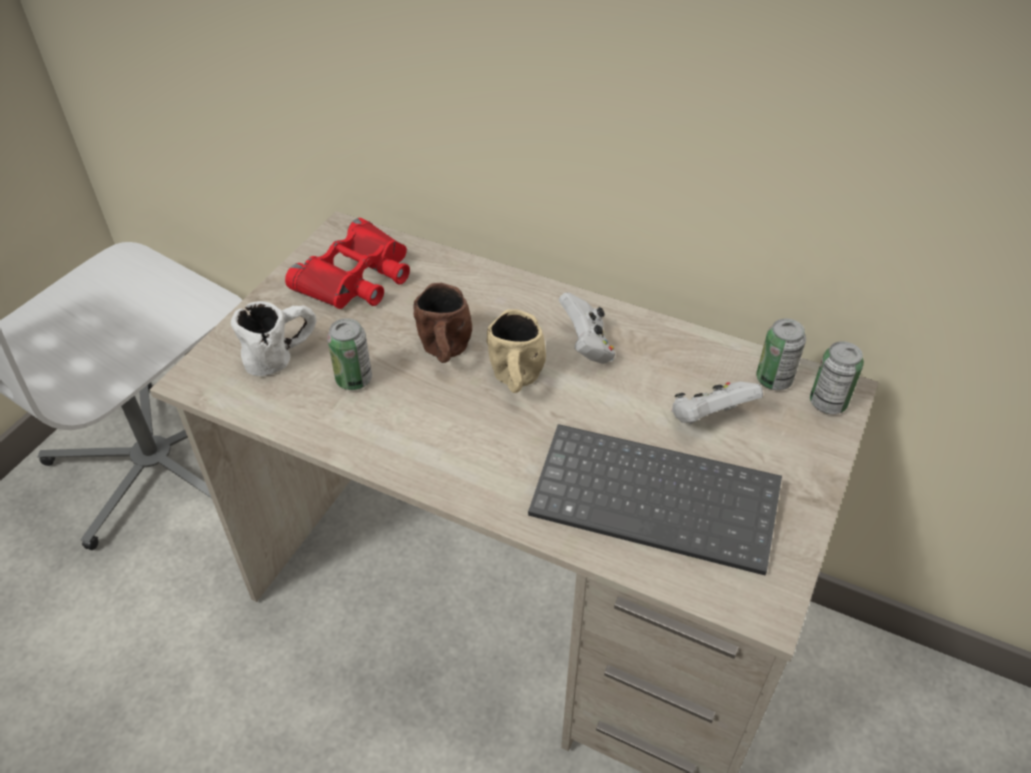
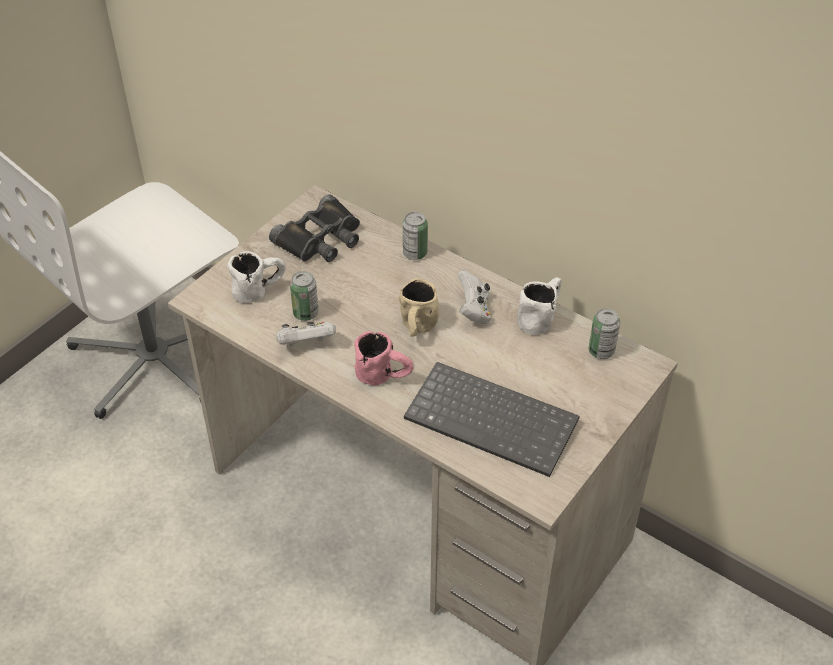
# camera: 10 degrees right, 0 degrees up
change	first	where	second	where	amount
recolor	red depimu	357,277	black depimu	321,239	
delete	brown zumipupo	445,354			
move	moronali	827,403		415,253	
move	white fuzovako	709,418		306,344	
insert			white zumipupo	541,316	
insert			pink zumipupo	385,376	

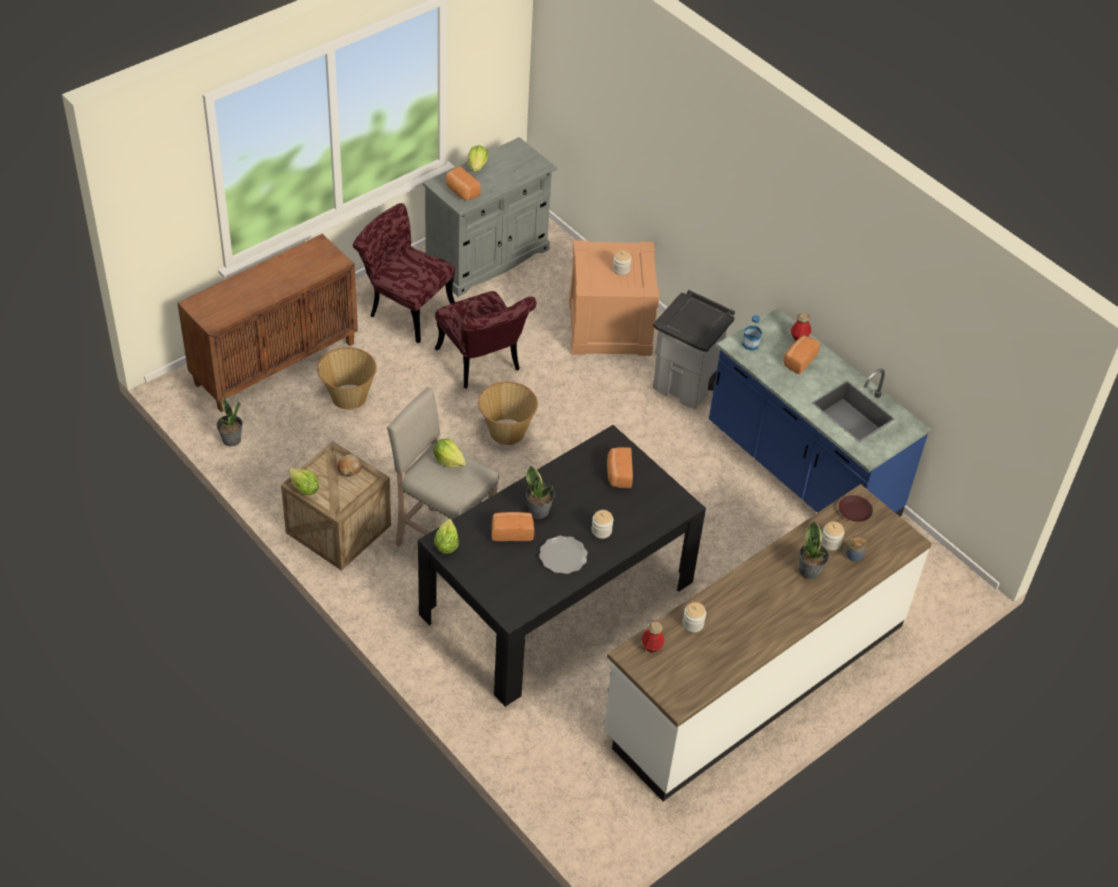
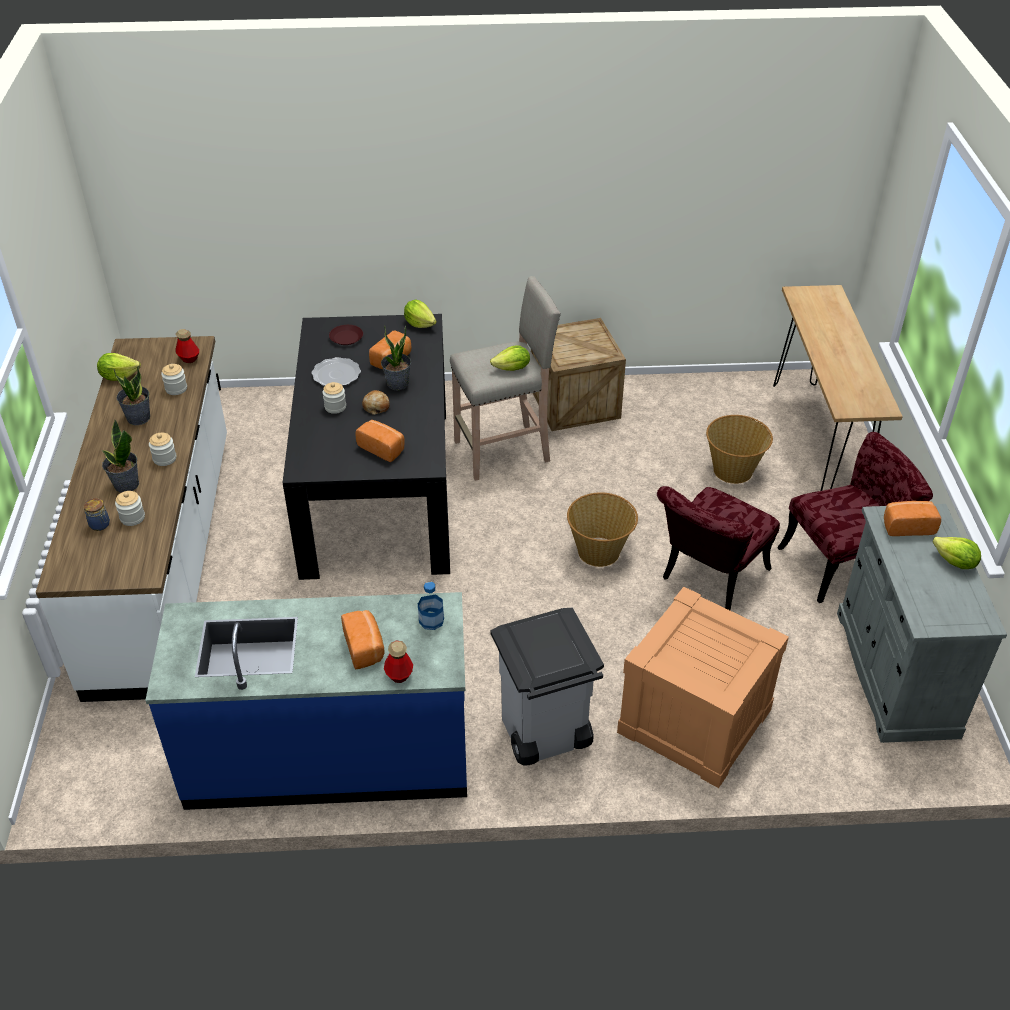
# camera: 130 degrees right, 5 degrees down
change	first	where	second	where	amount
replace	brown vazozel	275,362	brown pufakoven	816,445	
move	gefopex	621,269		164,458	
rotate	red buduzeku	482,365		709,580	60 degrees counterclockwise
move	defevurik	231,440		138,418	
move	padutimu	349,468		376,406	
move	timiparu	304,489		119,376	
move	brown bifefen	854,511		346,338	

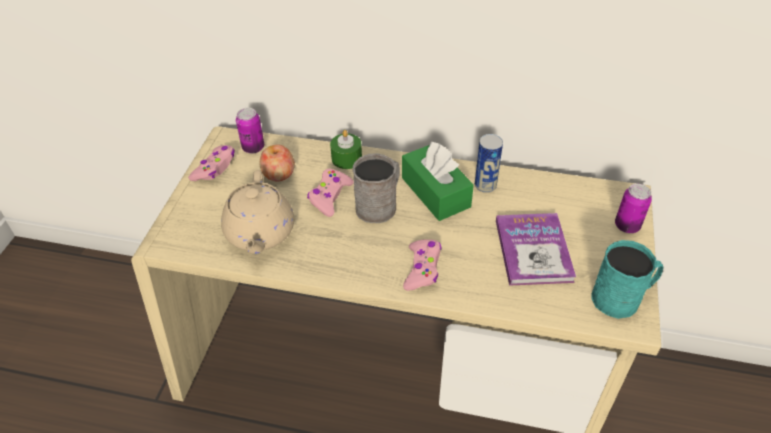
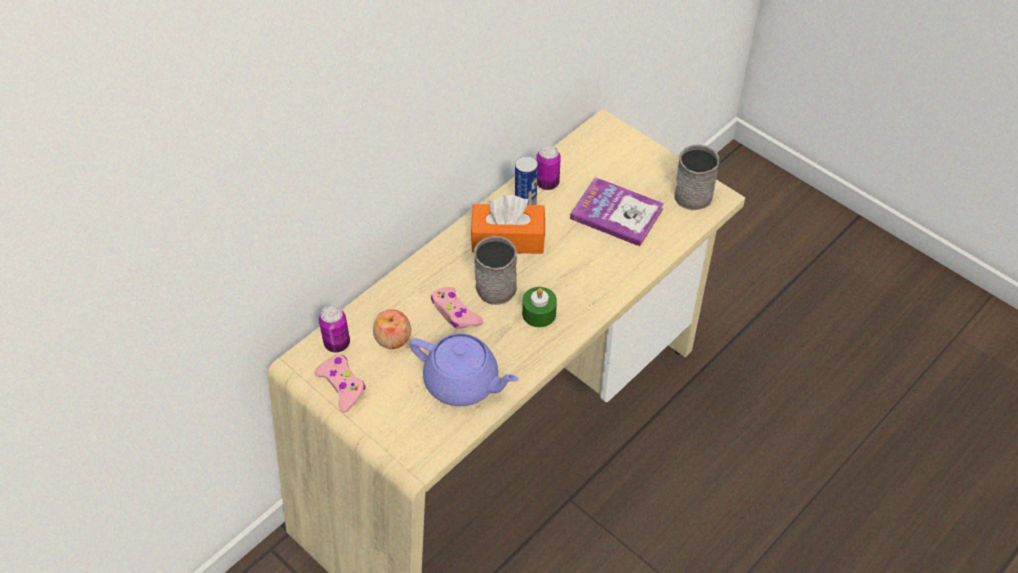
# camera: 60 degrees left, 5 degrees up
change	first	where	second	where	amount
move	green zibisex	346,158		539,313	
recolor	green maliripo	435,192	orange maliripo	508,239	
recolor	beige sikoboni	260,233	purple sikoboni	463,383	
move	moronali	627,226		547,183	
delete	pink fuzovako	422,269			
recolor	turquoise zumipupo	622,297	grey zumipupo	694,191	

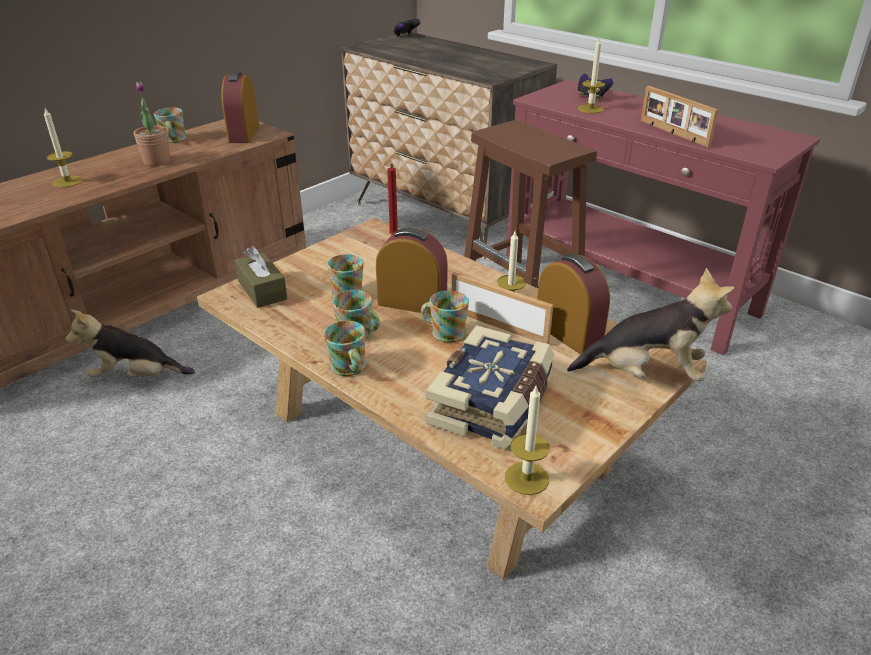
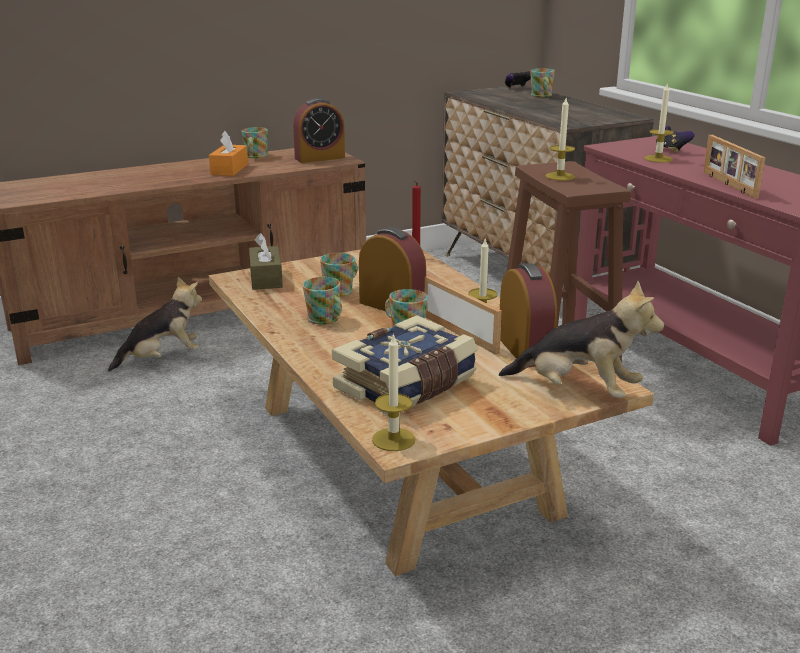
# camera: 20 degrees right, 10 degrees down
change	first	where	second	where	amount
rotate	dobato	244,134		319,158	135 degrees counterclockwise
replace	defevurik	157,161	orange maliripo	229,169	
move	zibisex	67,181		560,176	
rotate	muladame	136,376		162,359	135 degrees clockwise
move	zumipupo	349,369		541,96	

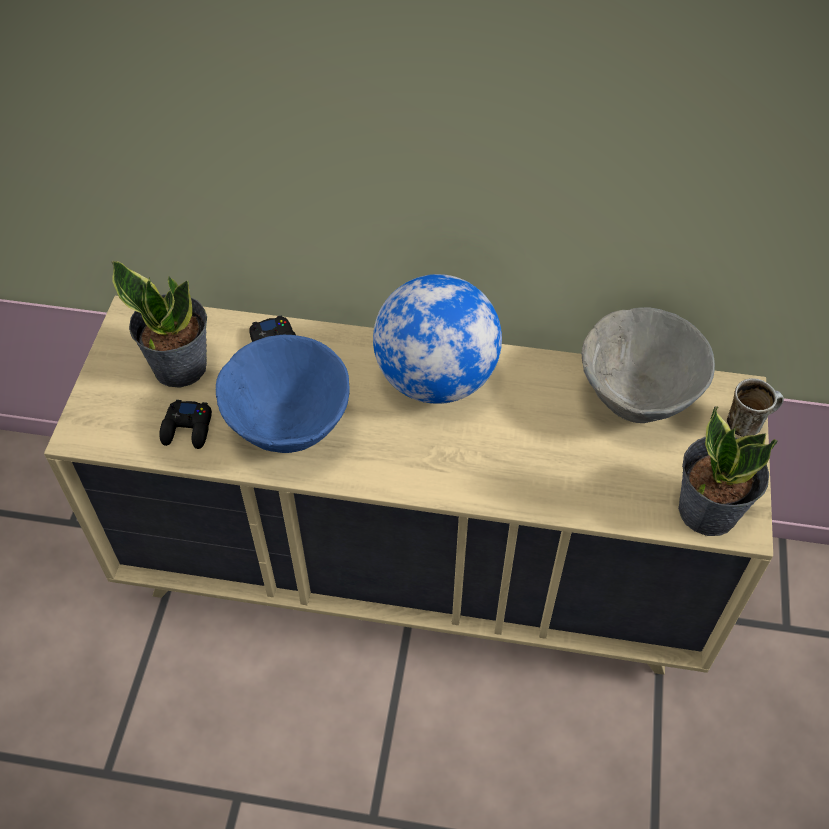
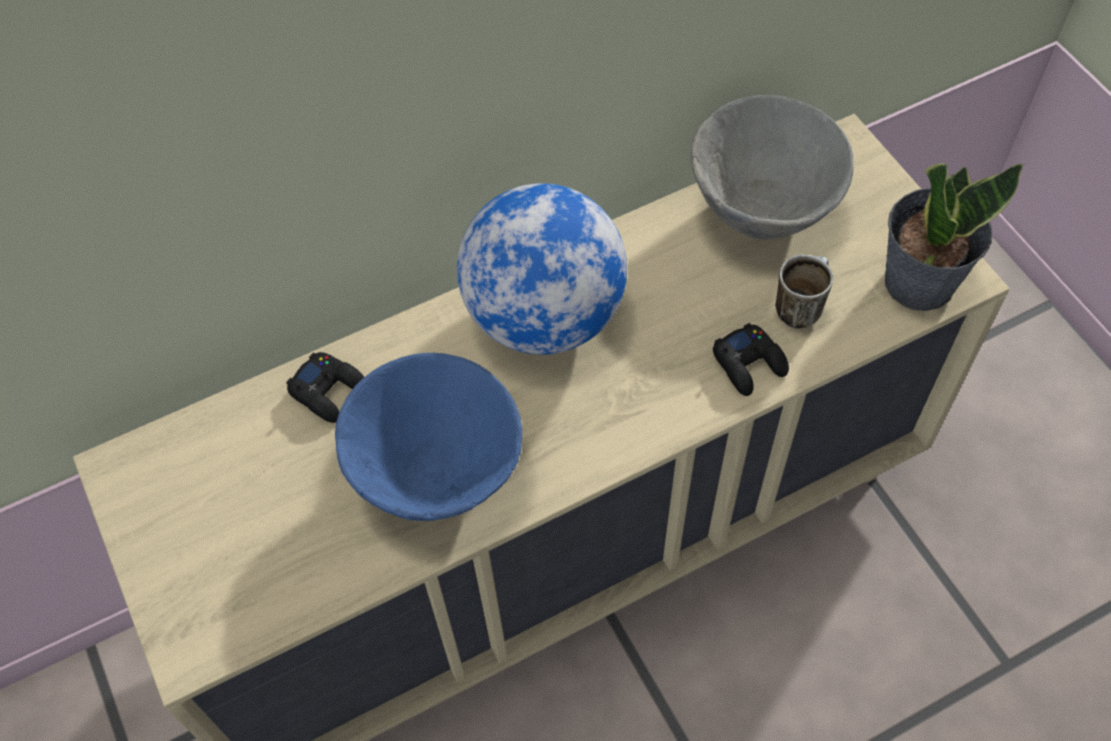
# camera: 35 degrees left, 5 degrees up
change	first	where	second	where	amount
delete	defevurik	180,365			
move	zumipupo	748,422		799,306	
move	black fuzovako	188,429		749,364	

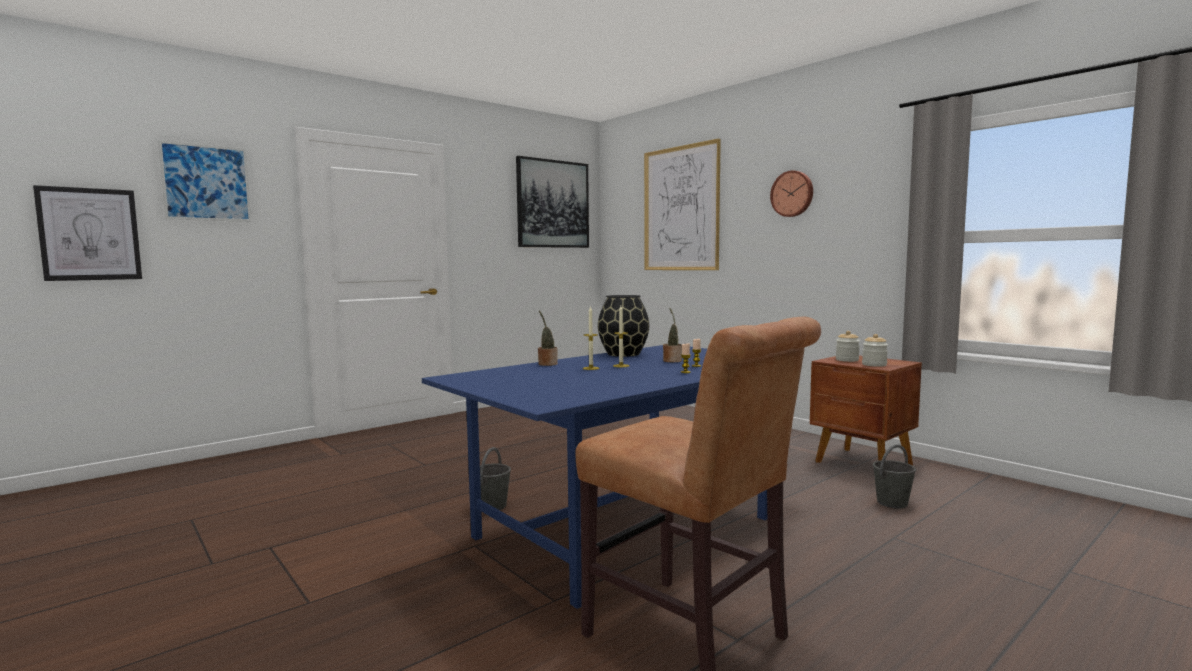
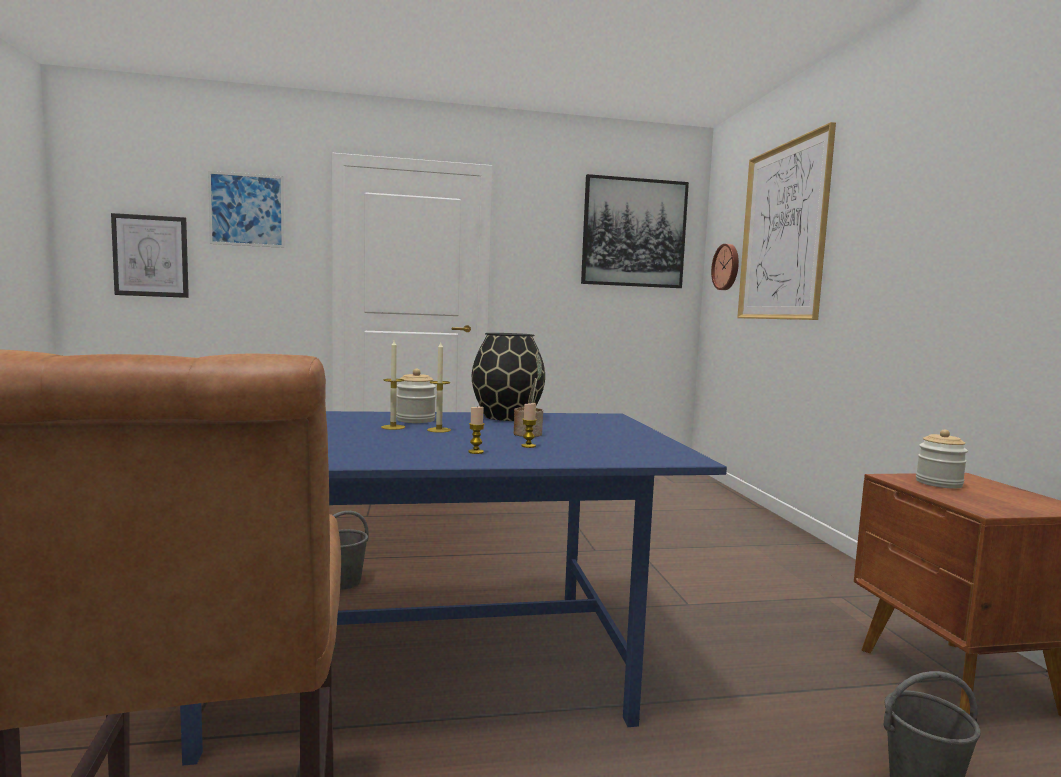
# camera: 30 degrees right, 0 degrees up
change	first	where	second	where	amount
move	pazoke	792,194		727,267	
delete	defevurik	547,364			
move	gefopex	874,365		415,420	

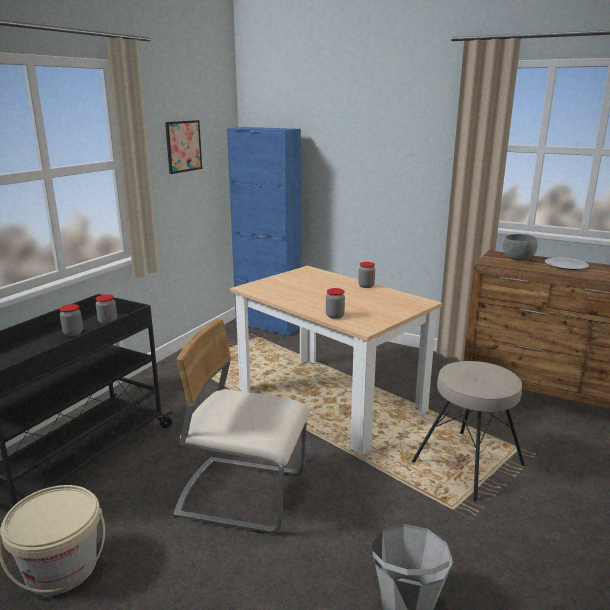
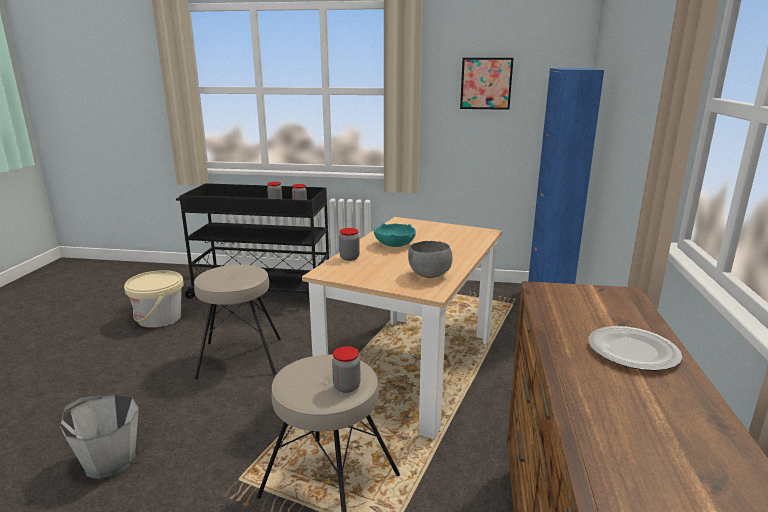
# camera: 70 degrees right, 0 degrees up
change	first	where	second	where	amount
move	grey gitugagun	518,260		428,275	
move	gefopex	366,286		346,387	
replace	beige buduzeku	242,494	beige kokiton	240,357	
insert			turquoise gitugagun	395,244	

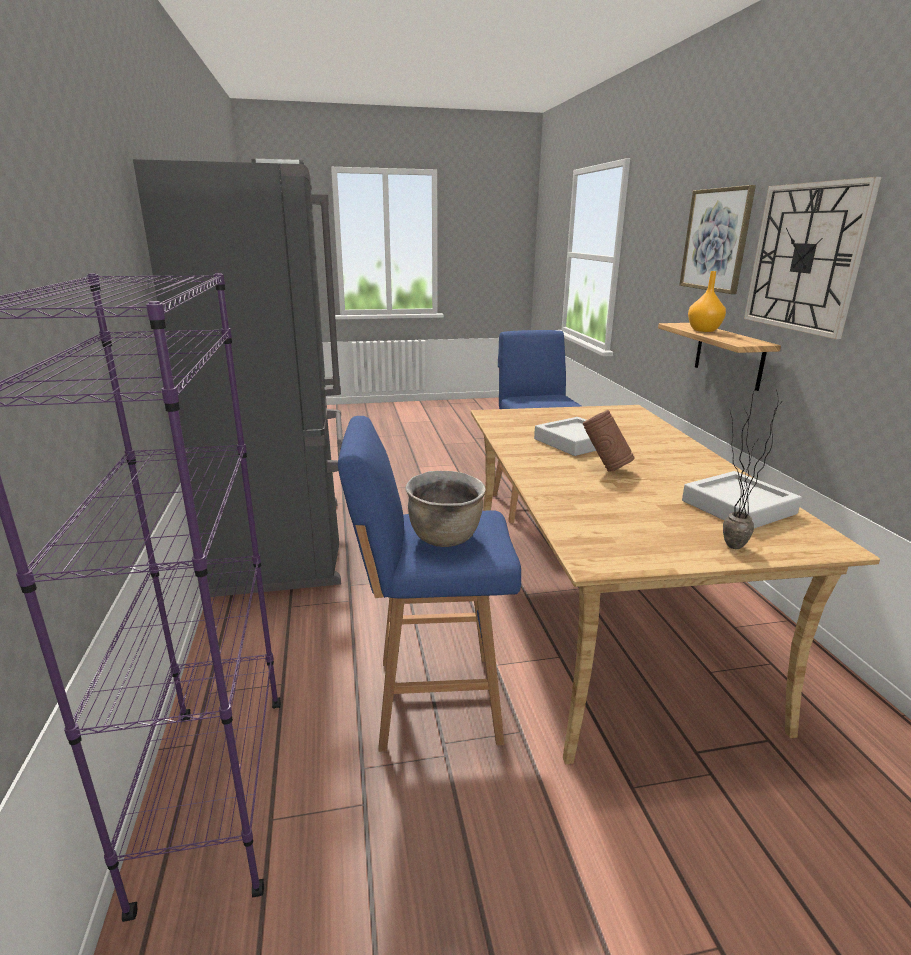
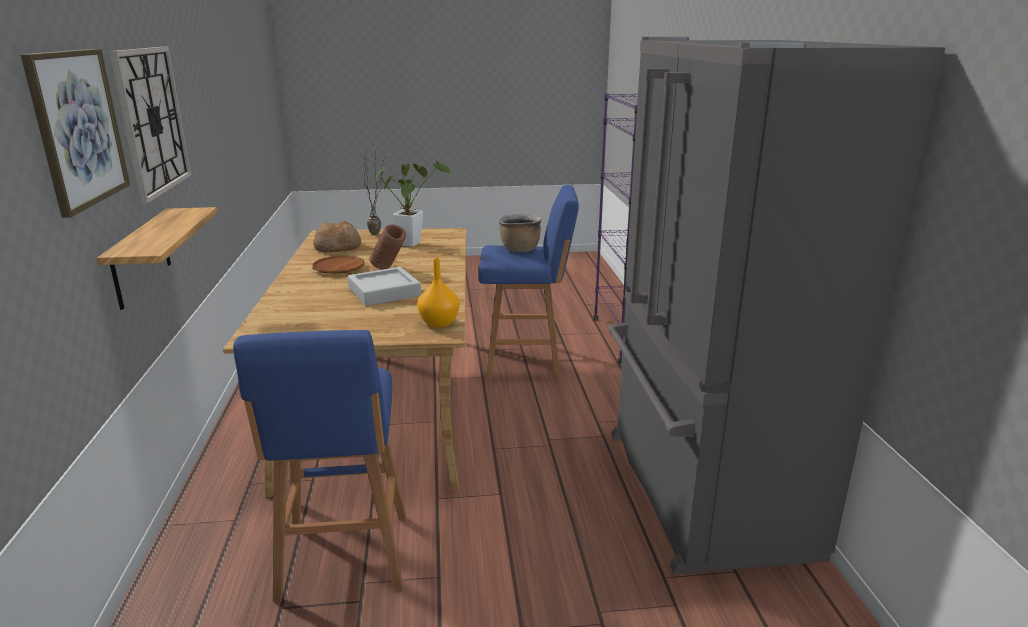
# camera: 175 degrees left, 0 degrees up
change	first	where	second	where	amount
move	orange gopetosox	704,330		438,323	
replace	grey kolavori	738,507	padutimu	338,247	
insert			defevurik	412,242	
insert			brown bifefen	339,268	

